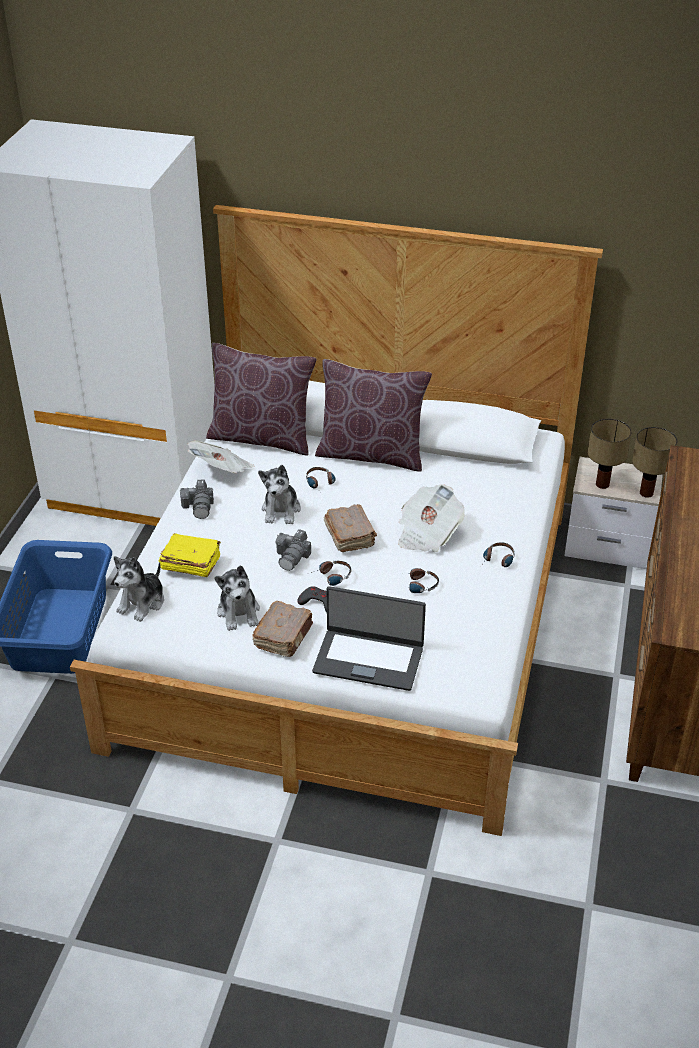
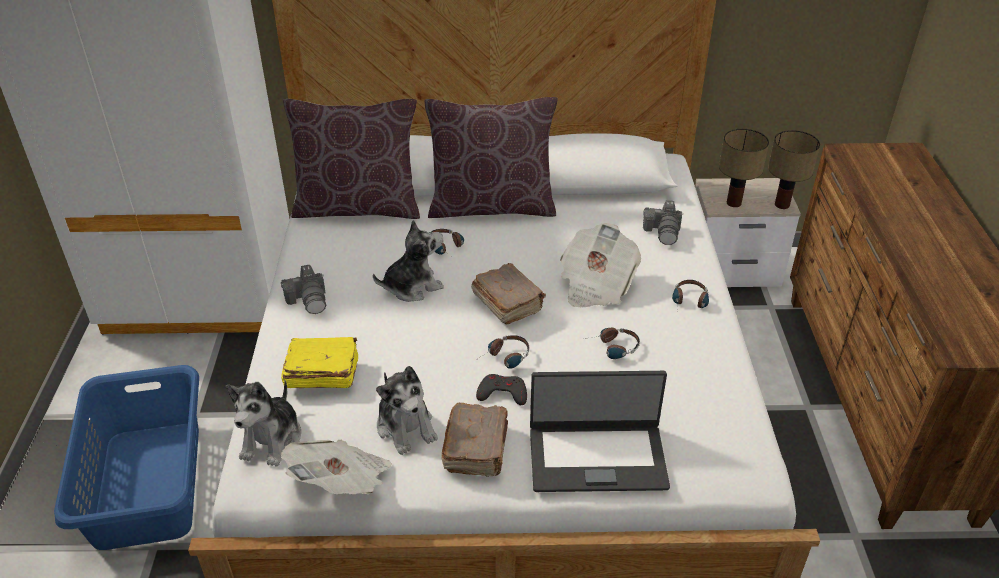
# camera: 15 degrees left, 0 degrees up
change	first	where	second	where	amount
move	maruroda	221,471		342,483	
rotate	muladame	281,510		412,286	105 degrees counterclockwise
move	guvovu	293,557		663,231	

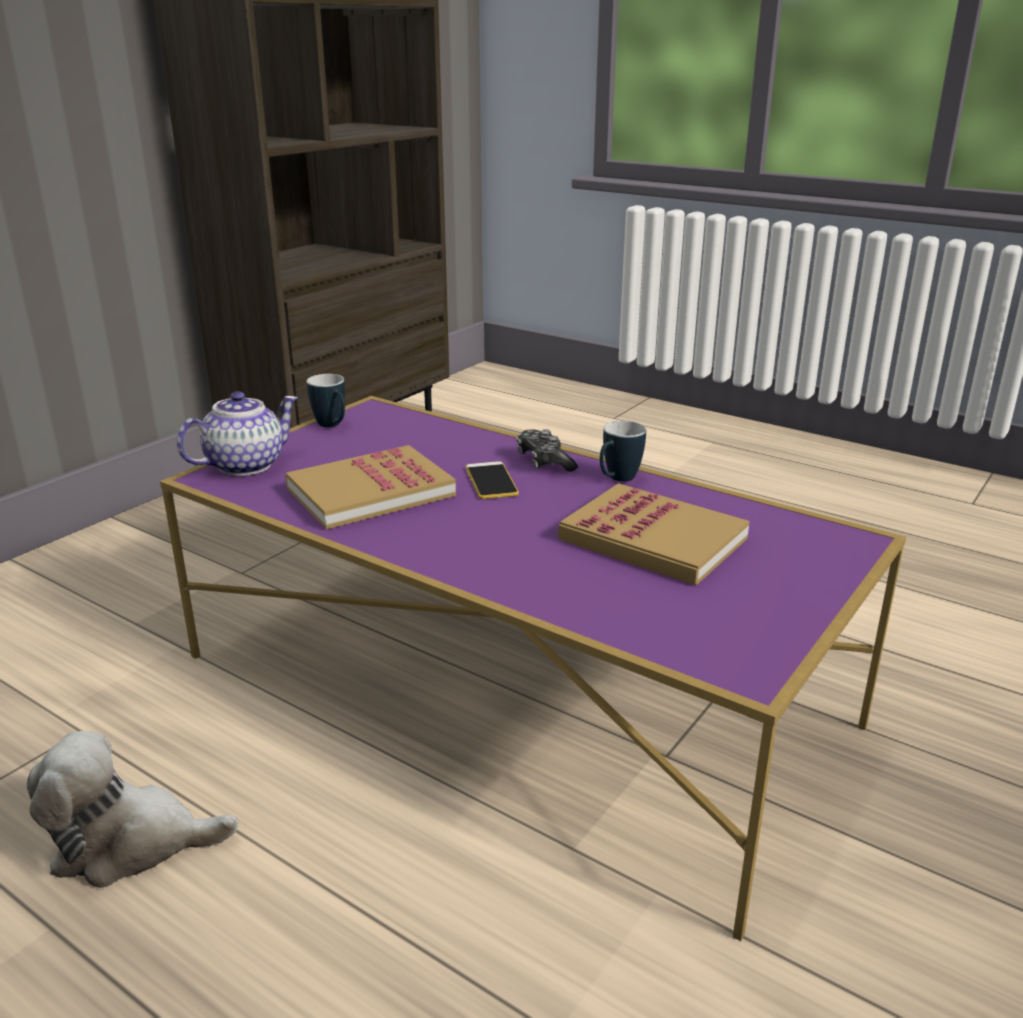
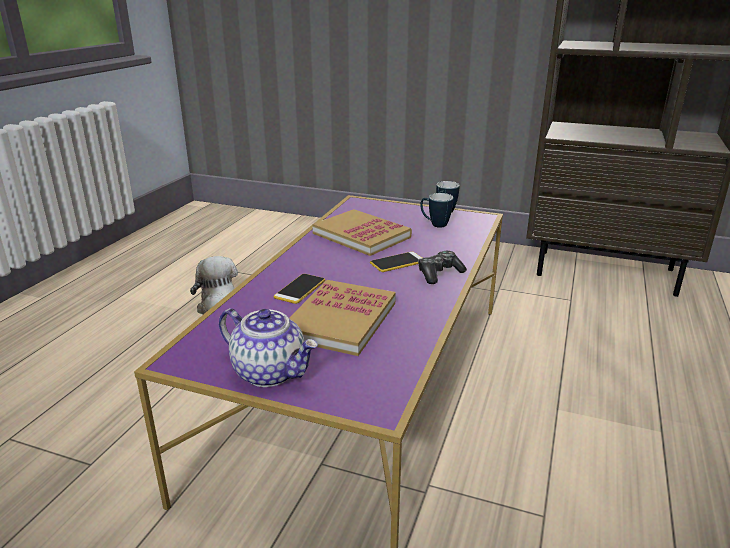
# camera: 75 degrees right, 0 degrees up
change	first	where	second	where	amount
move	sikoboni	245,464		270,372	
move	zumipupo	617,480		435,224	
insert			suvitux	300,289	

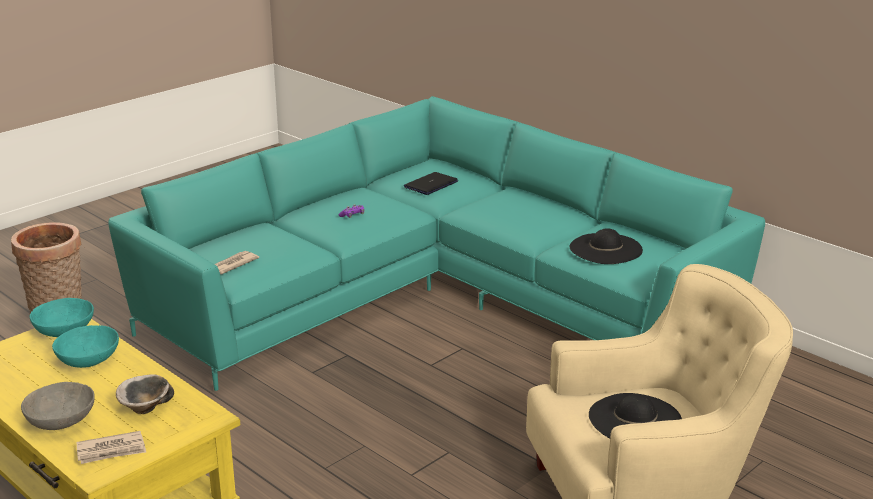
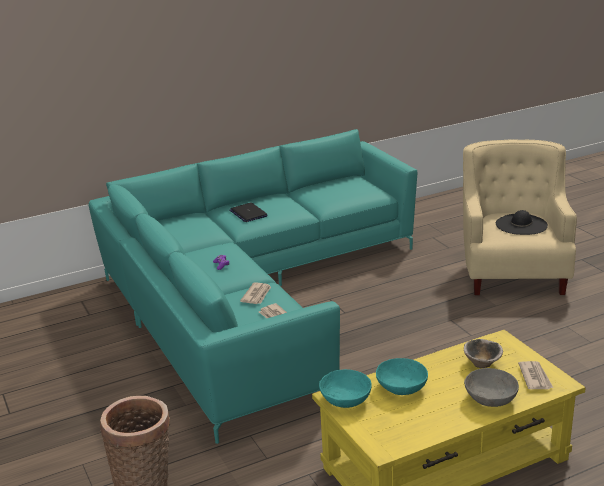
# camera: 70 degrees left, 0 degrees up
change	first	where	second	where	amount
move	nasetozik	431,184		248,213	
delete	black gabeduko	605,249			
insert			maruroda	257,295	

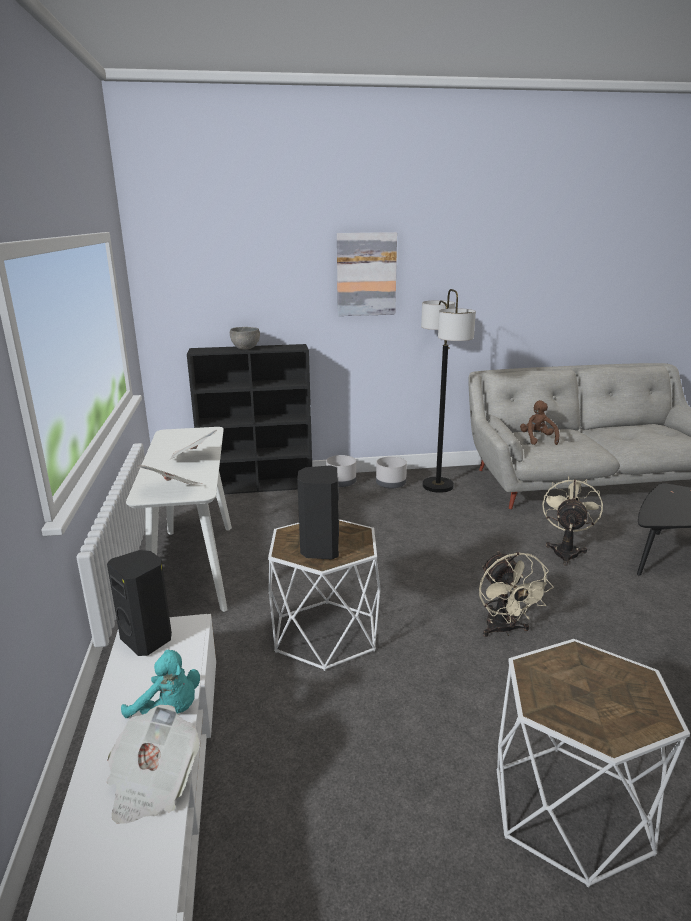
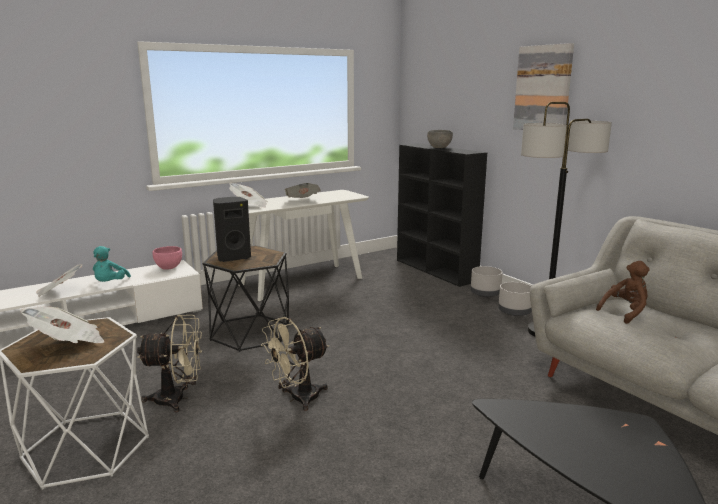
# camera: 65 degrees right, 5 degrees down
change	first	where	second	where	amount
move	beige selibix	566,550		178,399	
recolor	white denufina	325,634	black denufina	250,333	
replace	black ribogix	148,639	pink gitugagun	168,267	
insert			maruroda	68,343	

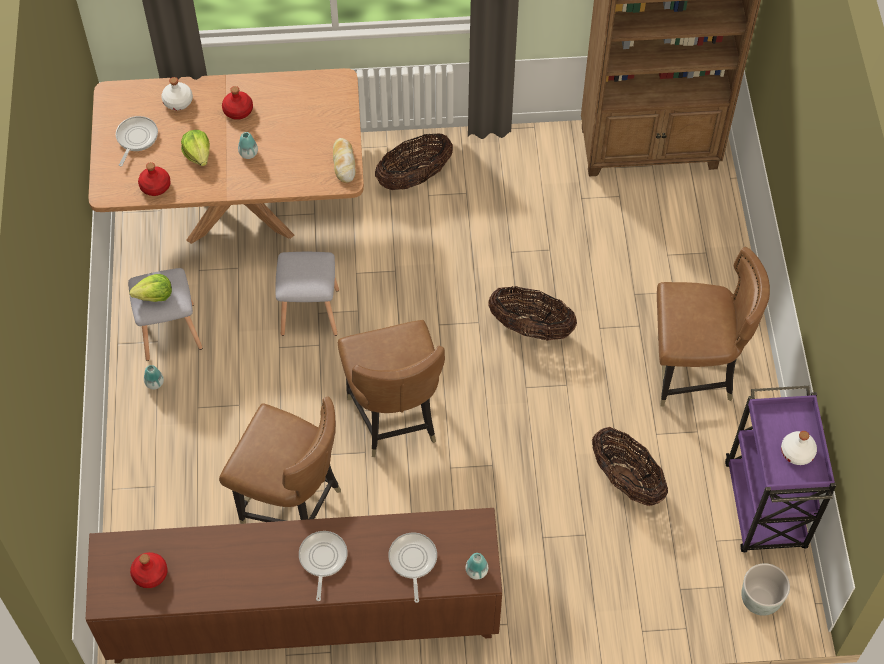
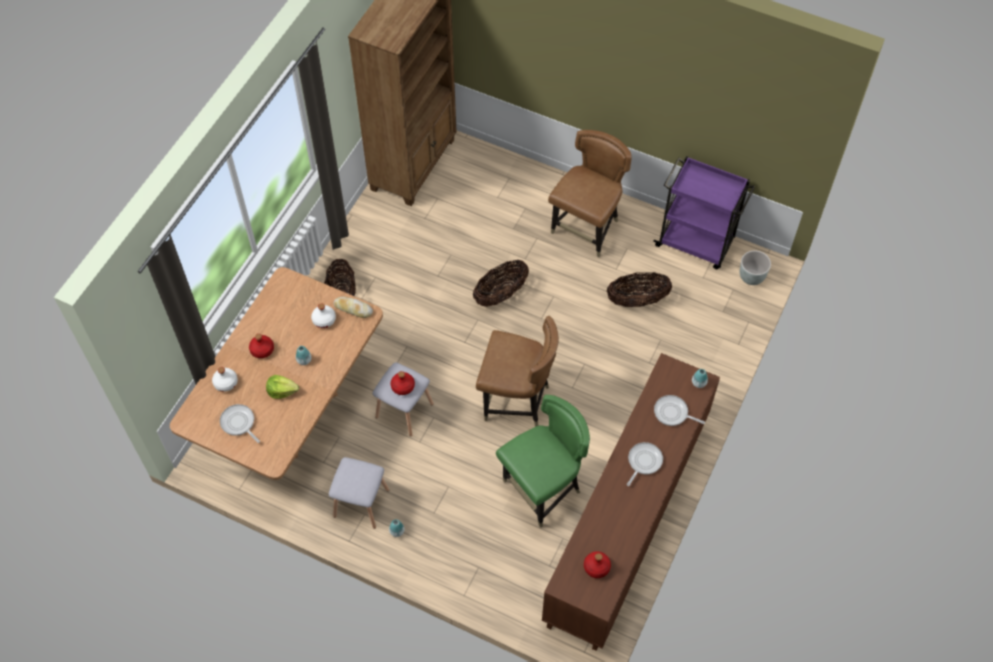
# camera: 60 degrees left, 0 degrees up
change	first	where	second	where	amount
move	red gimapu	155,186		403,386	
delete	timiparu	155,296			
recolor	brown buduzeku	292,504	green buduzeku	542,490	
move	white gimapu	797,452		324,319	
rotate	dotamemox	322,559		643,462	90 degrees clockwise

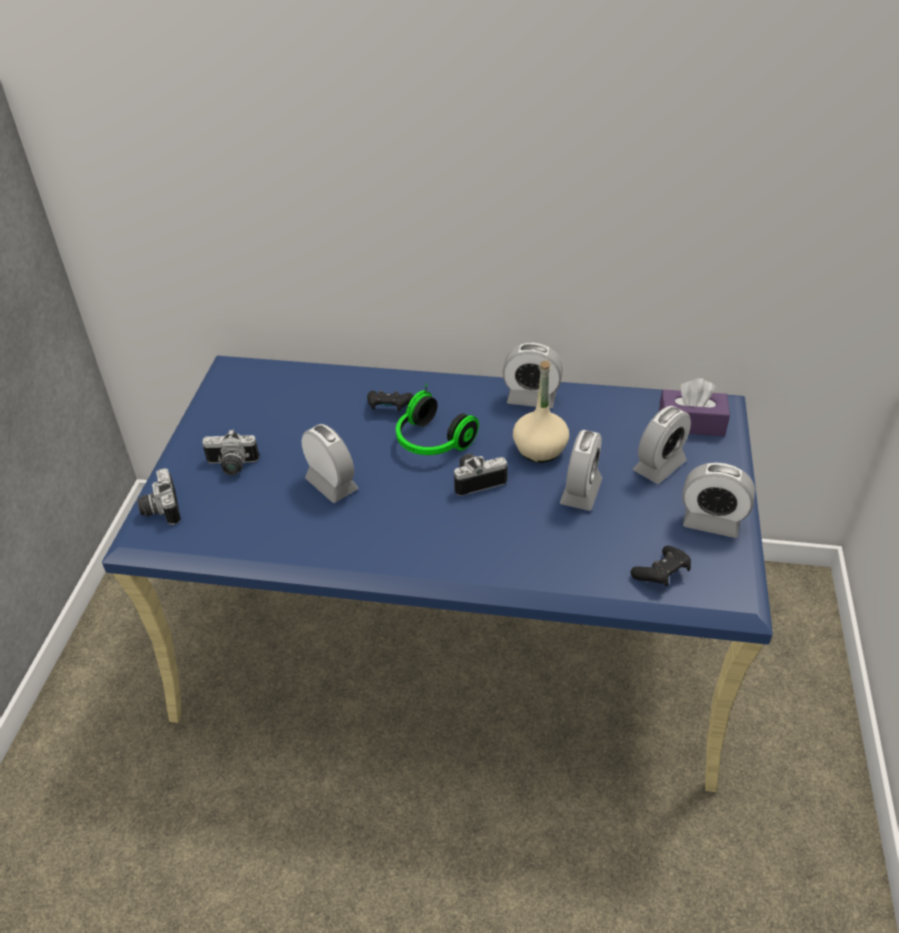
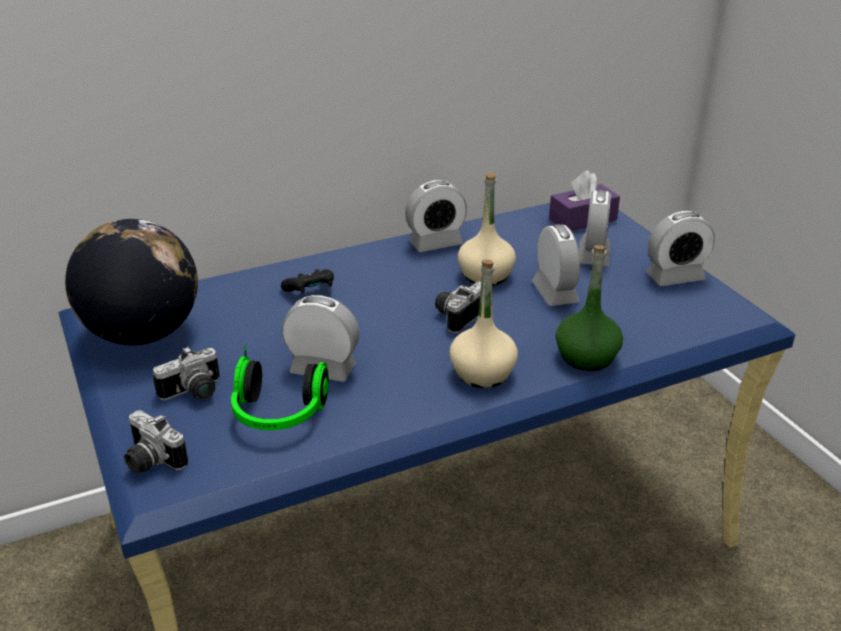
# camera: 35 degrees left, 10 degrees down
change	first	where	second	where	amount
move	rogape	431,442		278,415	
delete	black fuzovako	661,574			
insert			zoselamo	143,334	
insert			green gimapu	586,357	
insert			beige gimapu	482,373	

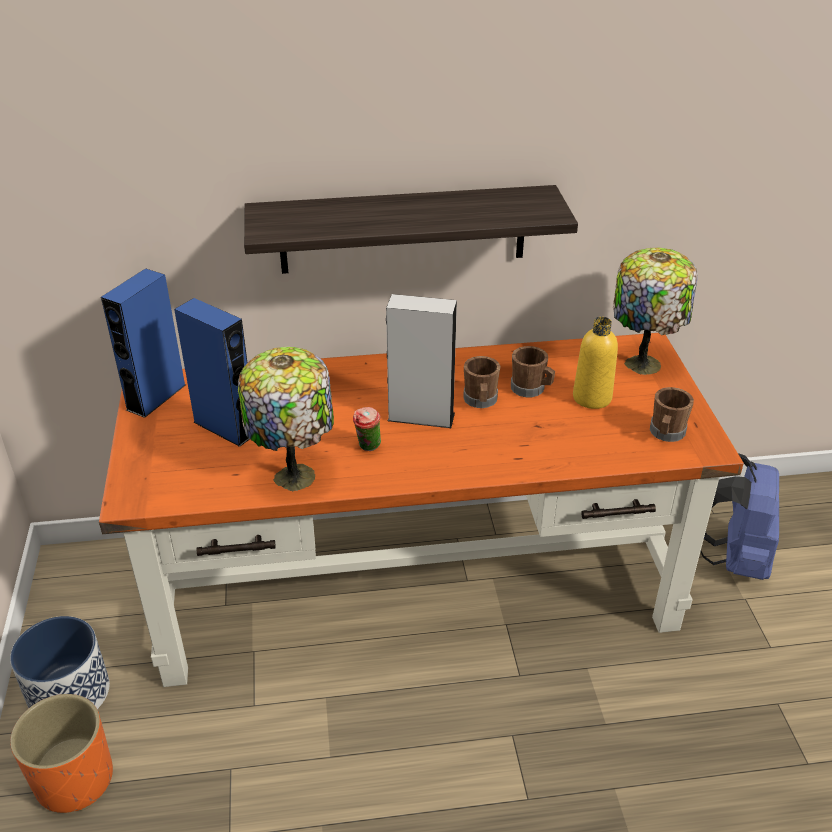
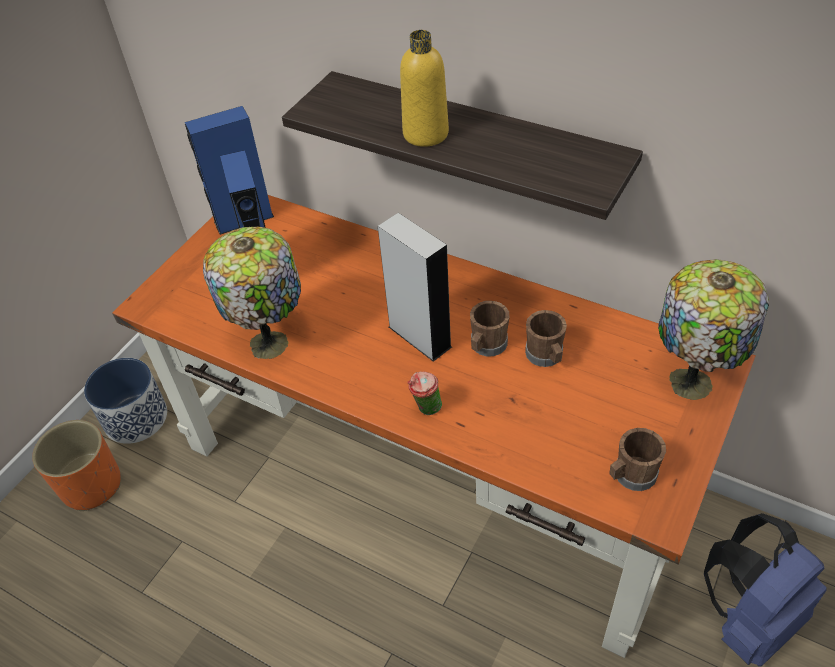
# camera: 40 degrees right, 10 degrees up
change	first	where	second	where	amount
move	yellow gimapu	592,398		425,134	
move	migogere	368,447		426,409	

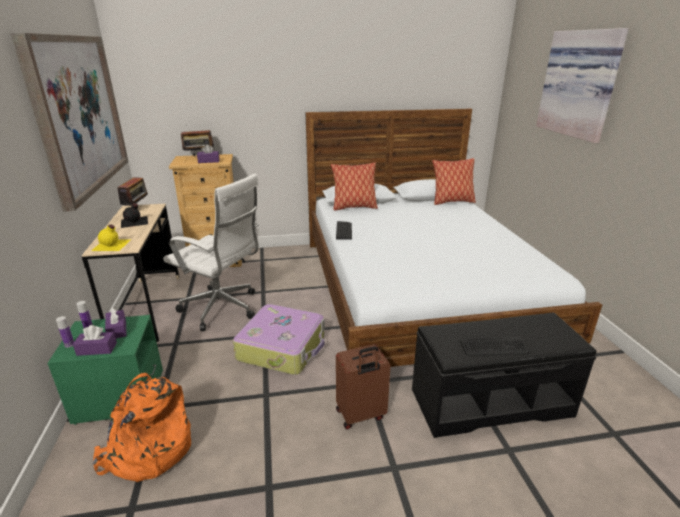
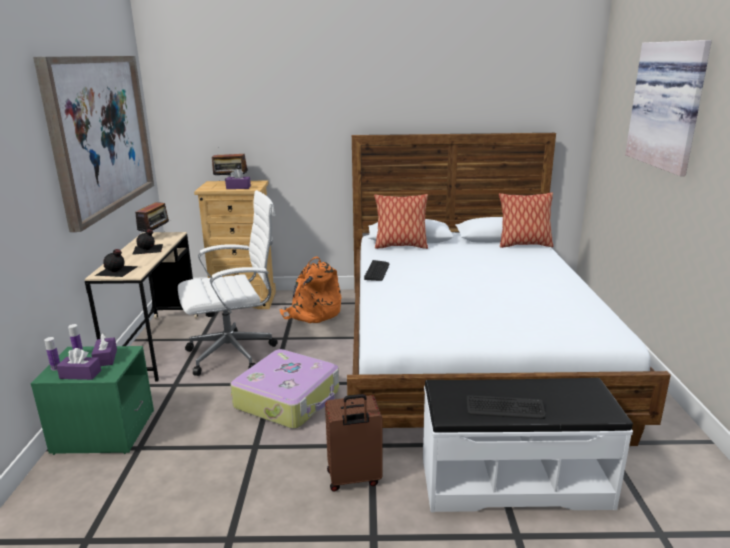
# camera: 10 degrees right, 5 degrees down
change	first	where	second	where	amount
rotate	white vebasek	223,309		235,353	60 degrees counterclockwise
recolor	yellow gimapu	111,245	black gimapu	117,271	
recolor	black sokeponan	490,402	white sokeponan	513,481	
move	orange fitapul	148,451		312,313	

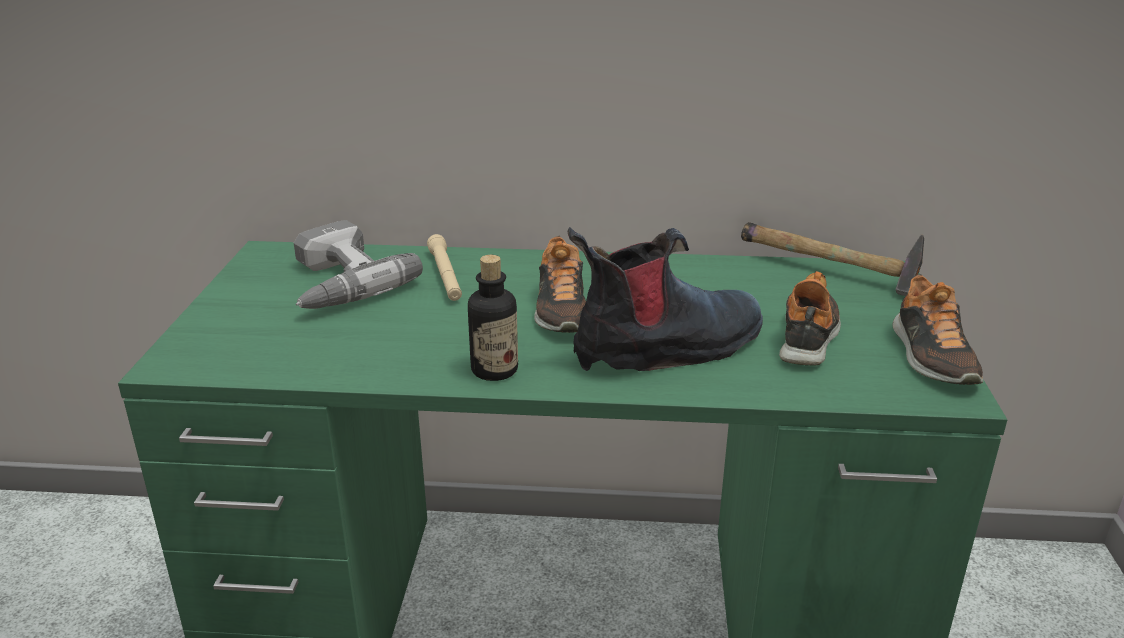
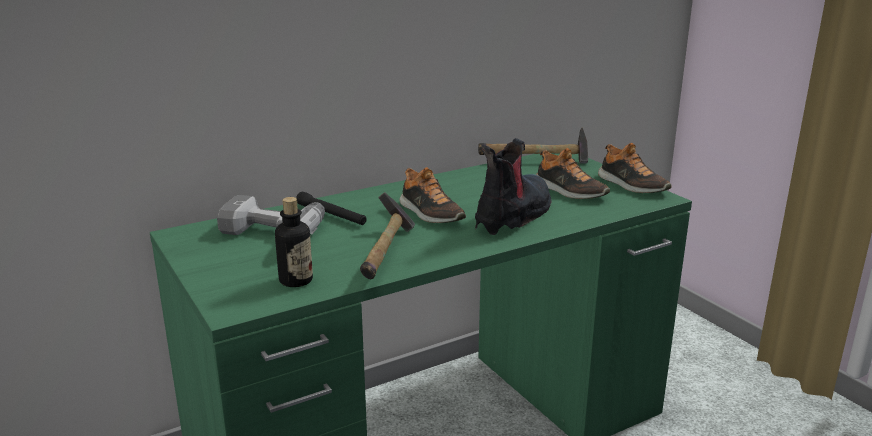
# camera: 35 degrees left, 5 degrees down
change	first	where	second	where	amount
recolor	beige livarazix	445,276	black livarazix	331,215	
move	gimapu	494,370		296,280	
rotate	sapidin	808,336		569,191	150 degrees clockwise
insert			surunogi	386,254	

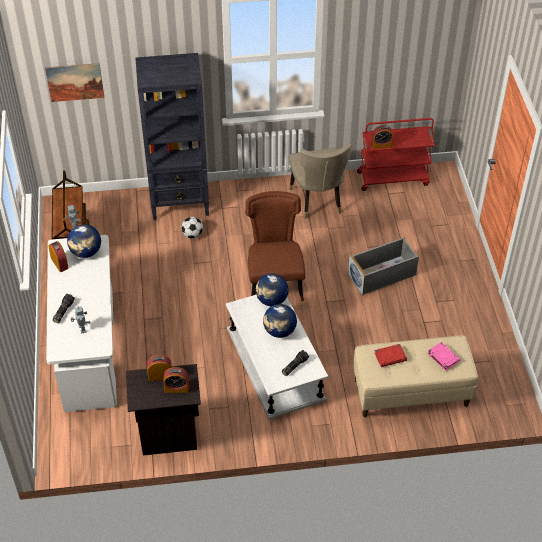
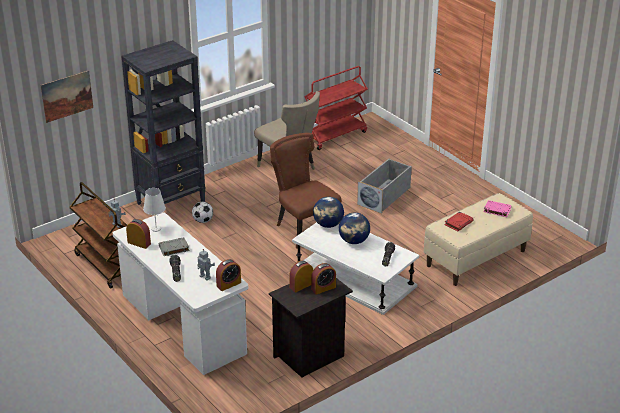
# camera: 30 degrees left, 15 degrees down
change	first	where	second	where	amount
move	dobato	381,145		228,284	
replace	zoselamo	86,252	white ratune	156,228	
insert			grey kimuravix	173,248	

